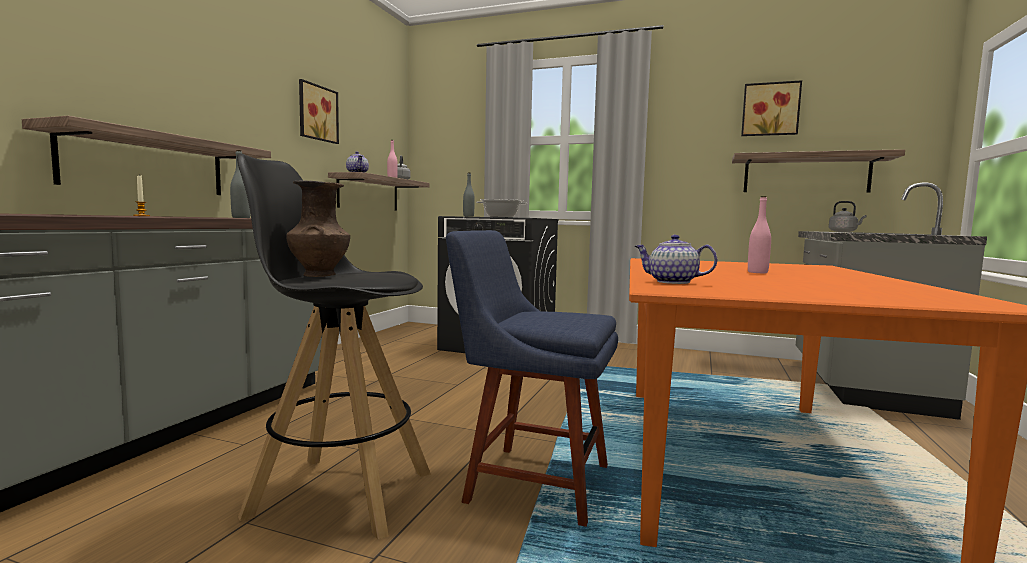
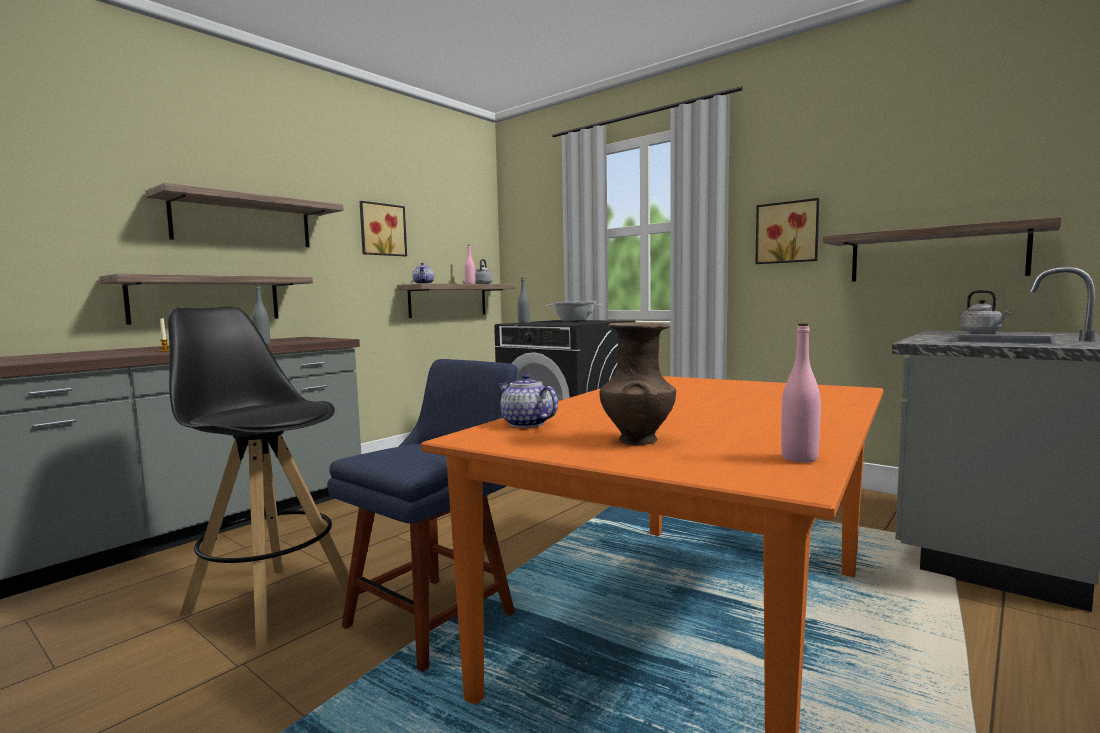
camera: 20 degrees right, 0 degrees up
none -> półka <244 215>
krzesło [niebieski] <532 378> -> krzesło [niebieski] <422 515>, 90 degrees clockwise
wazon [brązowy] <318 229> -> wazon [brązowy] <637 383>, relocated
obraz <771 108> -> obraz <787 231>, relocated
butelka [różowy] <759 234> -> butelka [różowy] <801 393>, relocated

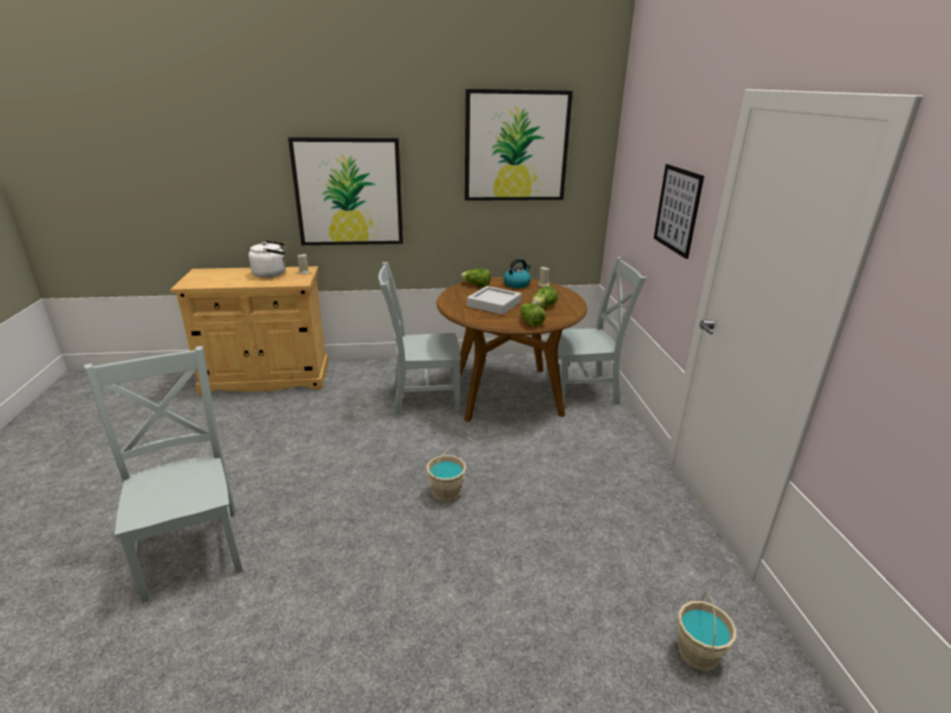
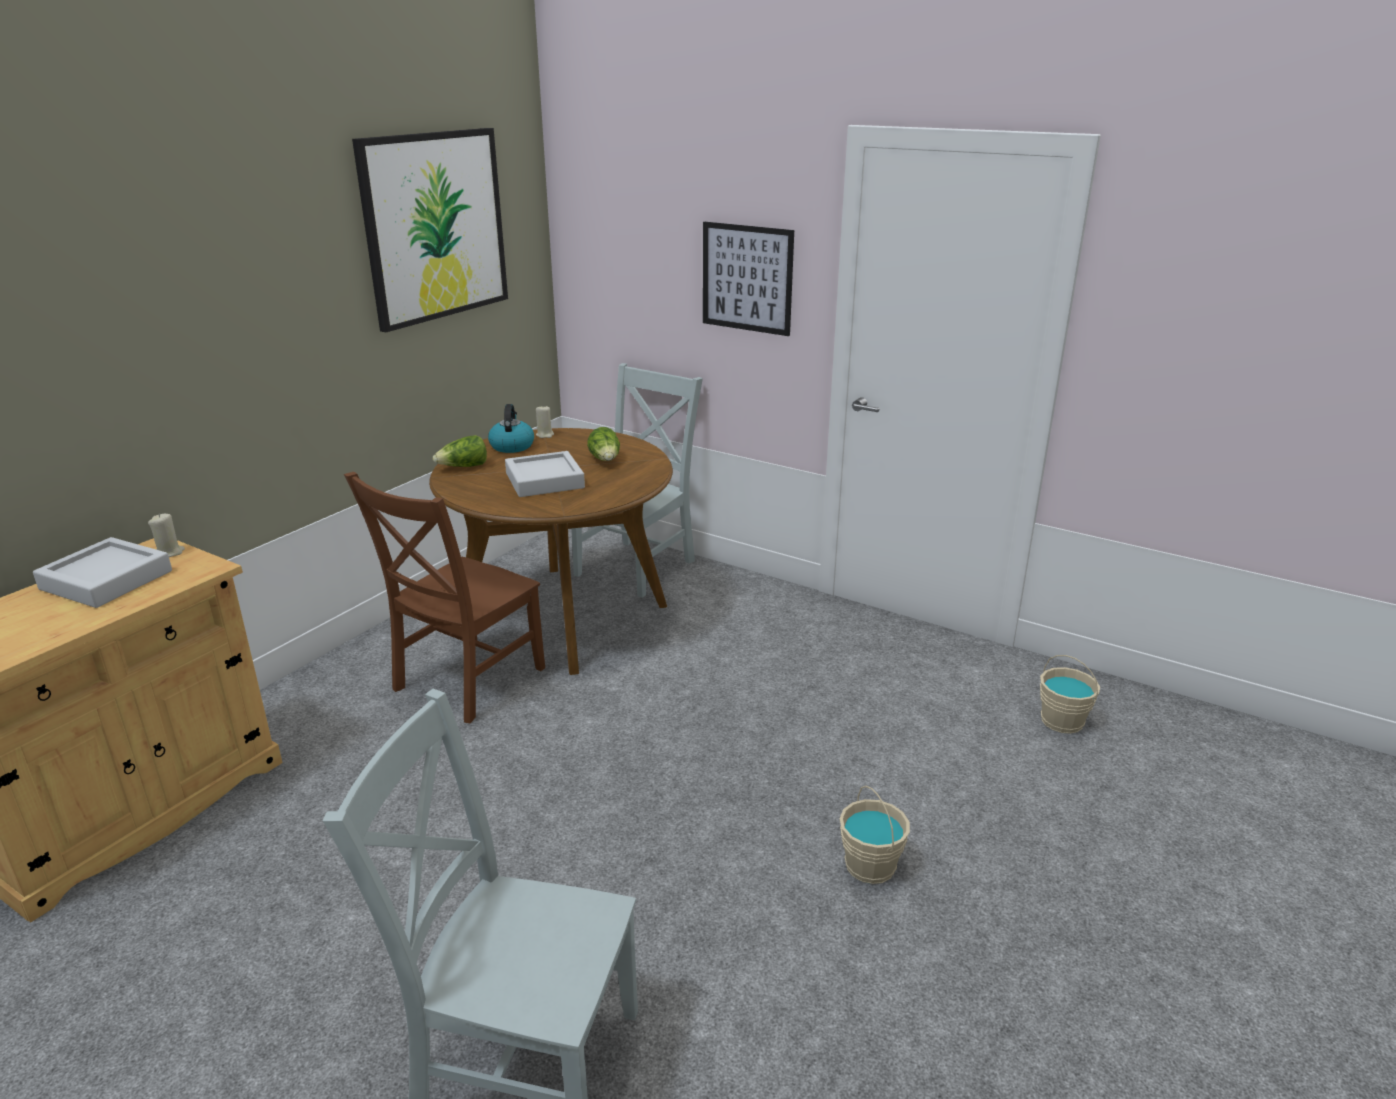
camera: 50 degrees left, 0 degrees up
czajnik [biały] <267 259> -> taca [szary] <102 572>
krzesło [szary] <419 338> -> krzesło [brązowy] <444 597>
wiadro [beżowy] <446 474> -> wiadro [beżowy] <874 835>, relocated
obraz <345 191> -> none
sałata <533 315> -> none

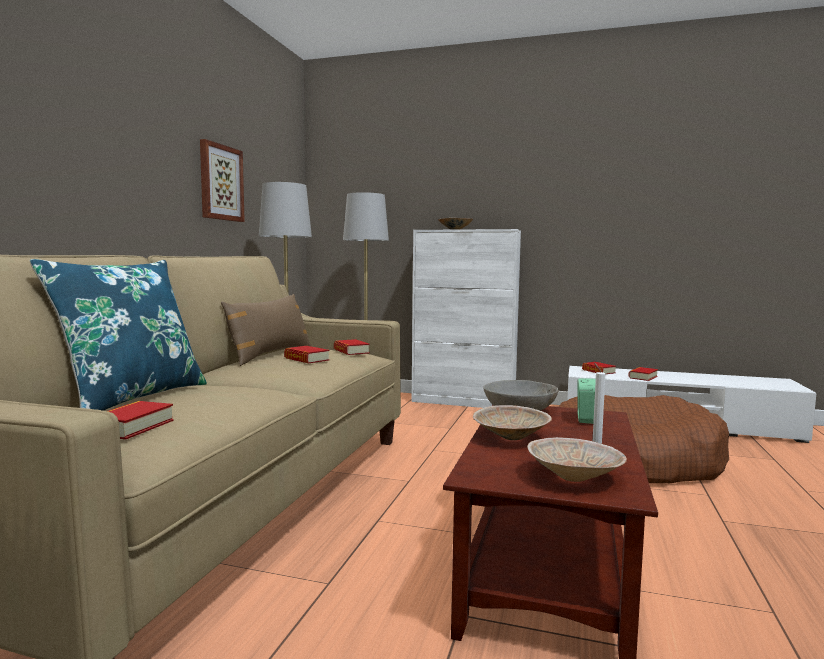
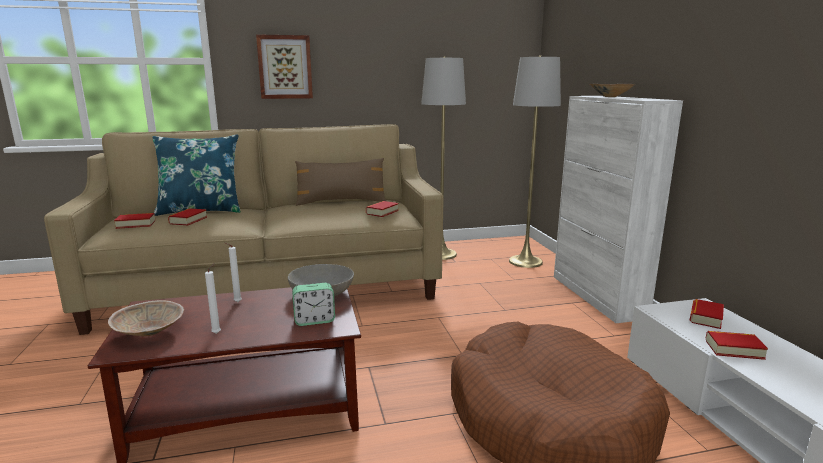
camera: 60 degrees right, 10 degrees up
książka <306 354> -> książka <187 216>, relocated
miska [beżowy] <512 422> -> świeca [biały] <233 272>
obraz <222 180> -> obraz <284 66>, relocated

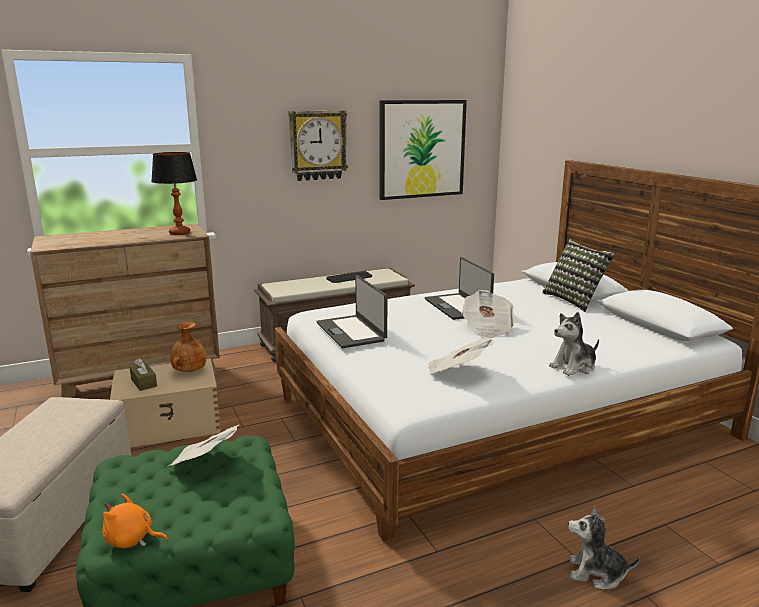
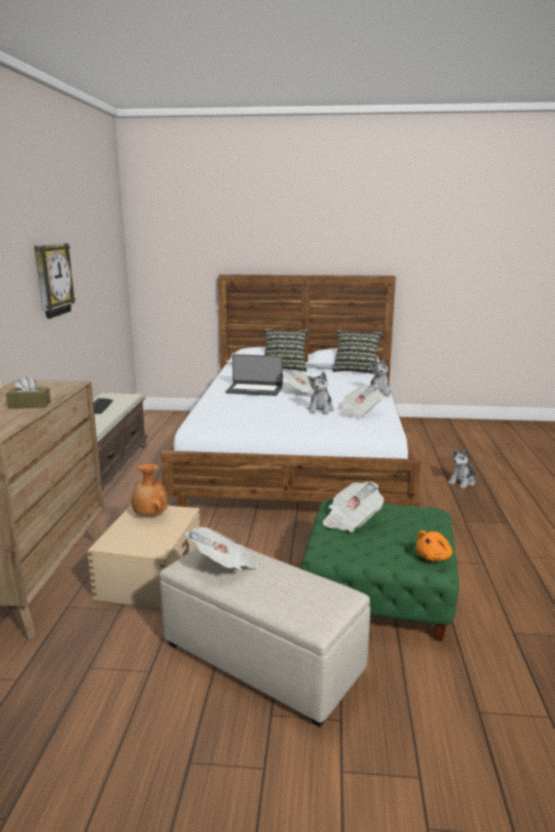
camera: 60 degrees left, 0 degrees up
pudełko chusteczek [brązowy] <143 374> -> pudełko chusteczek [brązowy] <28 392>, relocated
none -> gazeta <222 548>
none -> pluszak <321 393>
none -> poduszka <357 352>
lampa stołowa <174 193> -> none
laptop <351 311> -> none
obraz <423 150> -> none

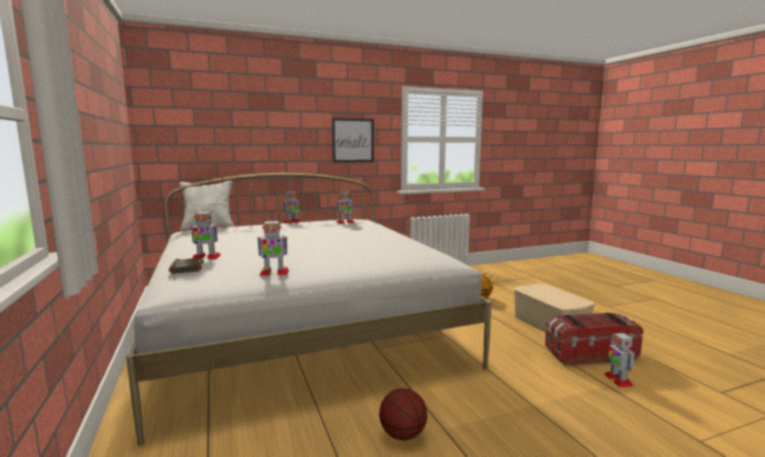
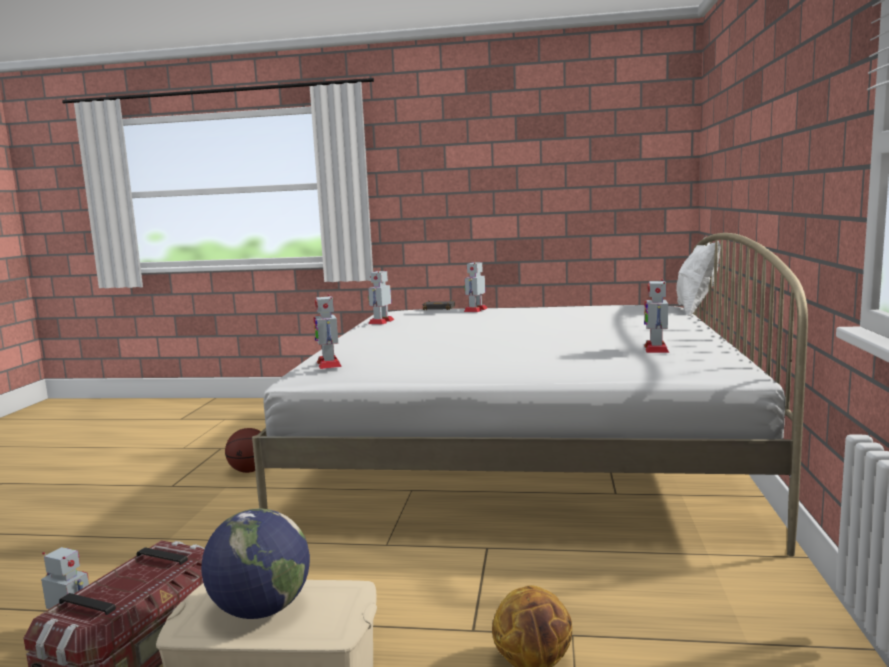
camera: 120 degrees right, 0 degrees up
none -> globus <255 563>
robot zabawkowy <292 207> -> robot zabawkowy <327 331>, relocated
obraz <353 140> -> none

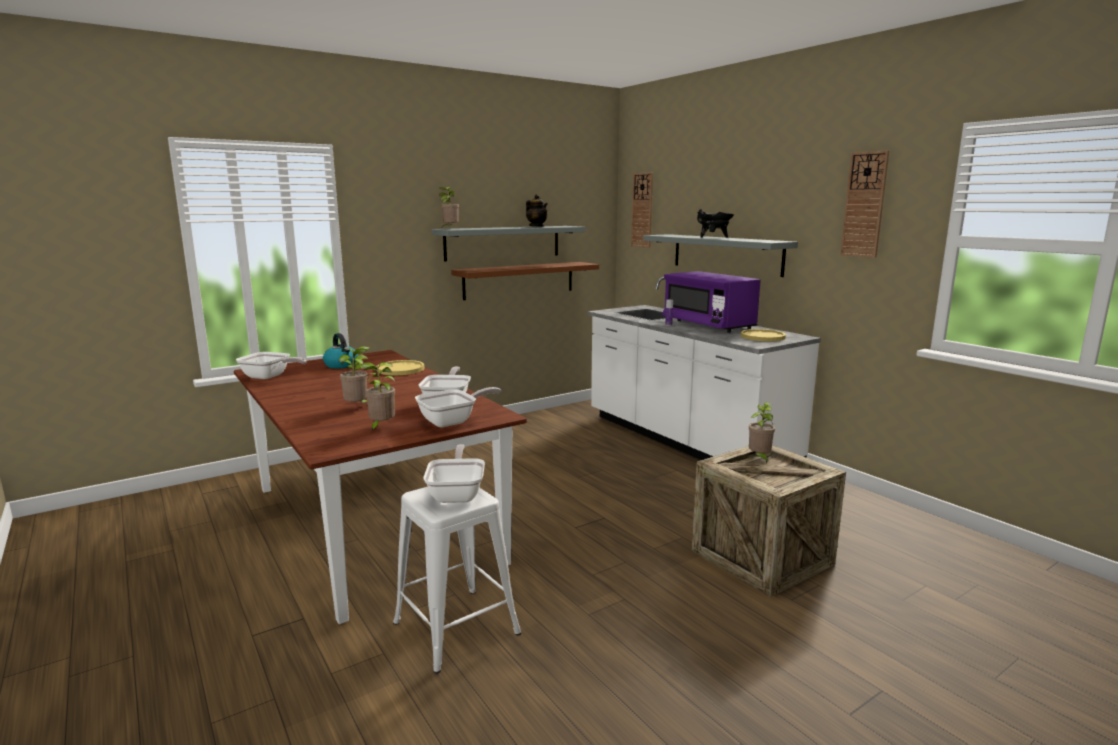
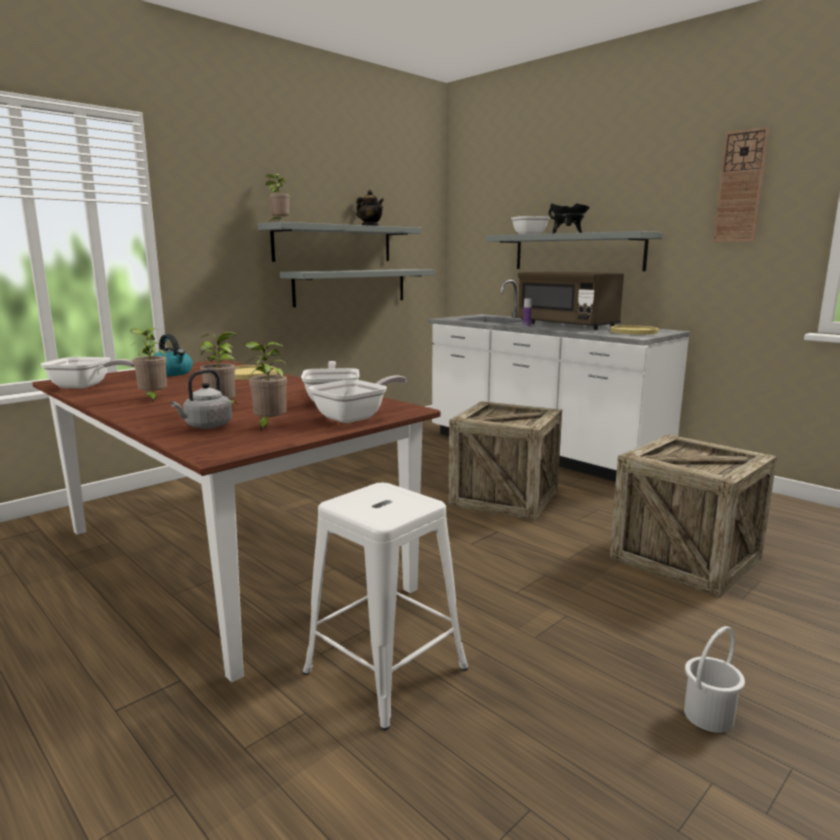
camera: 10 degrees left, 0 degrees up
roślina doniczkowa <762 433> -> roślina doniczkowa <148 365>, relocated
none -> czajnik [szary] <201 399>
półka [brązowy] <525 281> -> półka [szary] <357 288>
none -> skrzynka <505 461>
patelnia <454 473> -> patelnia <530 225>, relocated
mikrofalówka [fioletowy] <712 302> -> mikrofalówka [brązowy] <570 300>
none -> wiadro [biały] <714 679>
zegar ścienny <642 210> -> none

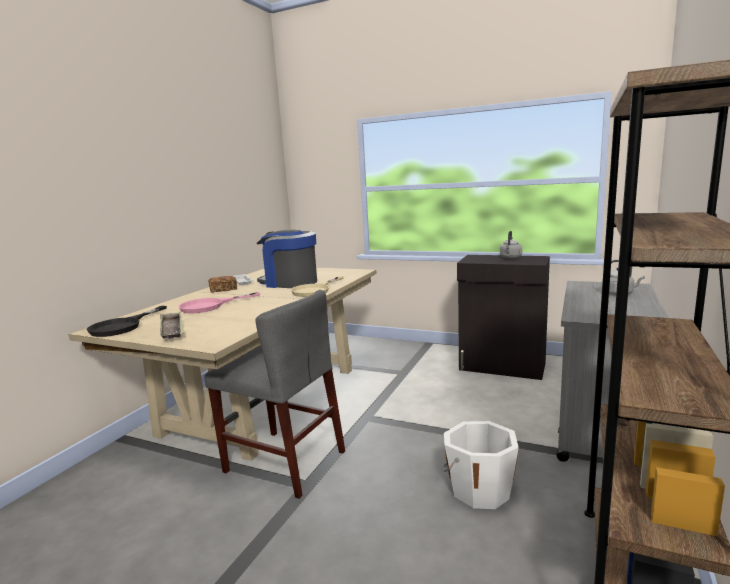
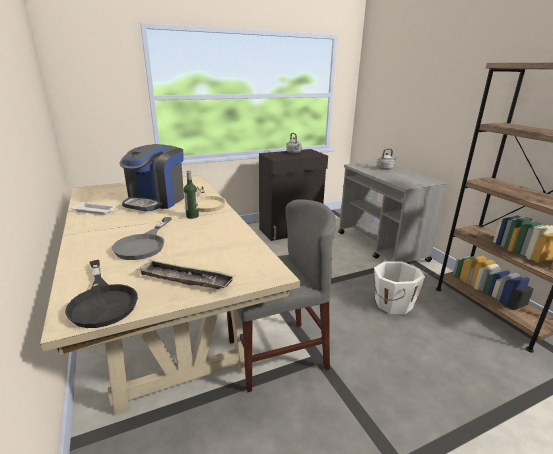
camera: 50 degrees left, 10 degrees up
patelnia [różowy] <219 302> -> patelnia [szary] <142 238>
ekspres do kawy <287 259> -> ekspres do kawy <151 178>, 45 degrees counterclockwise
none -> butelka <191 194>
chleb <223 284> -> none

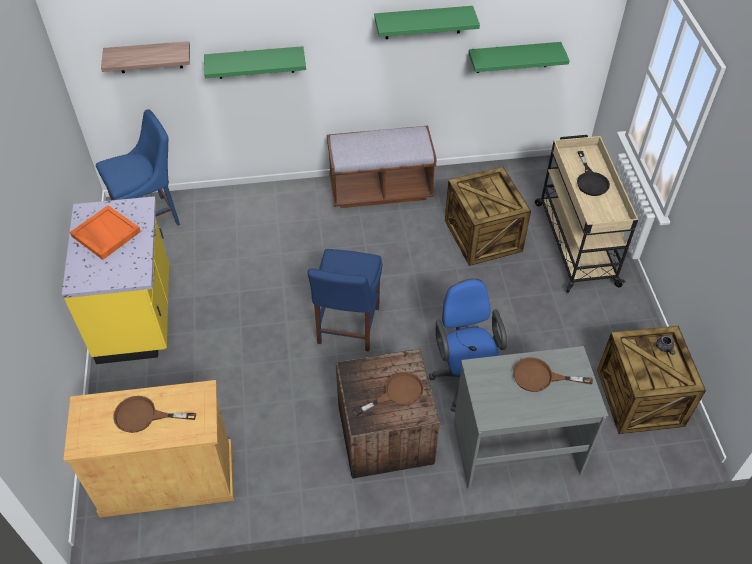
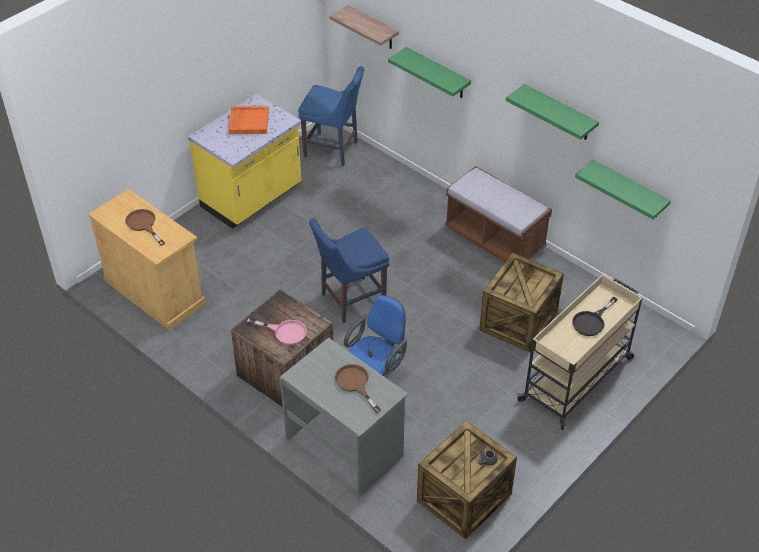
camera: 50 degrees right, 5 degrees down
patelnia [brązowy] <388 394> -> patelnia [różowy] <277 331>

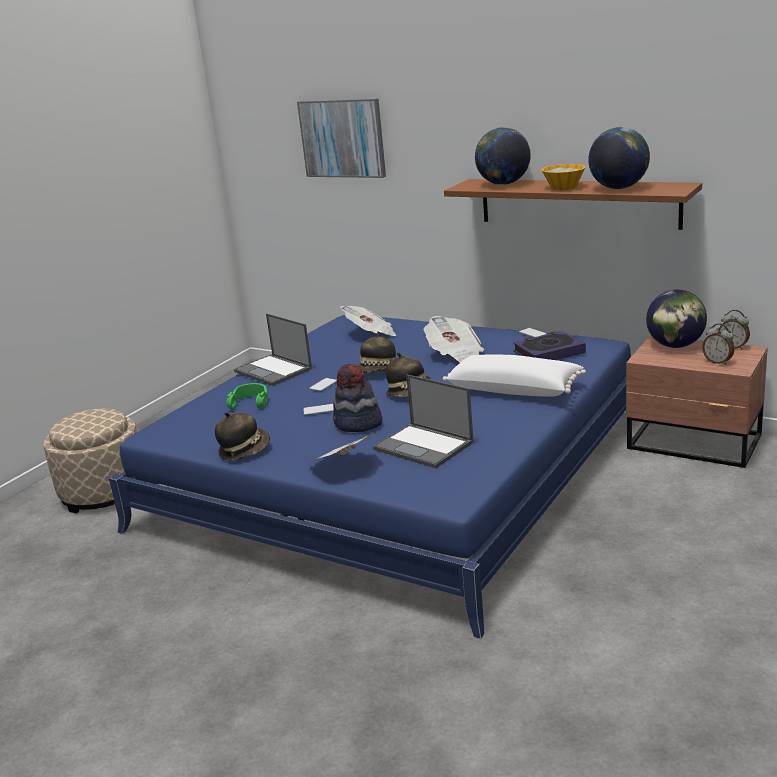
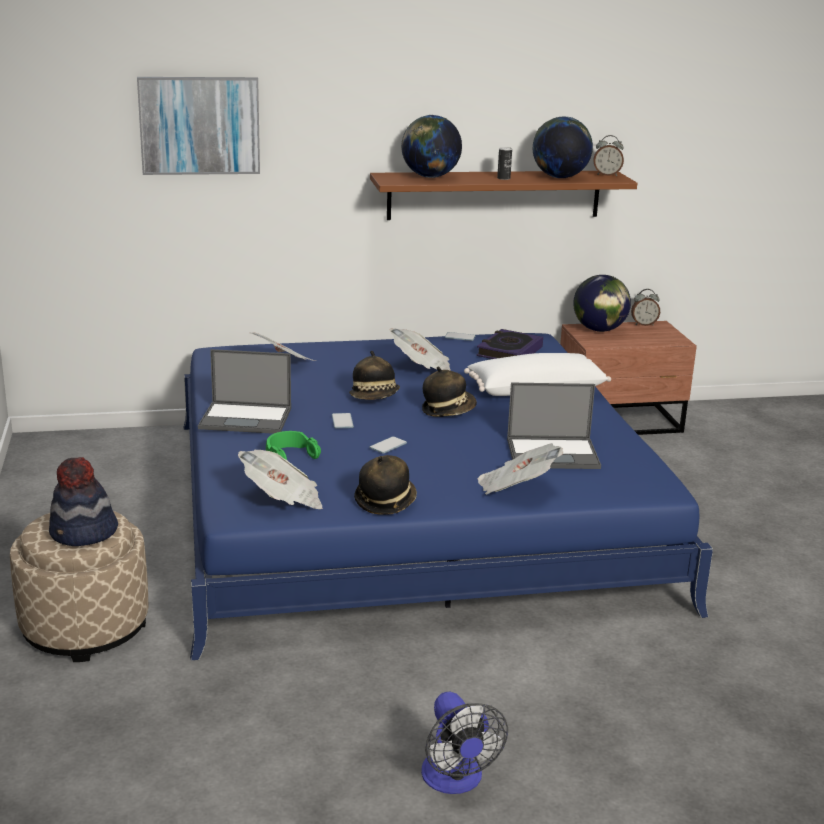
camera: 45 degrees left, 0 degrees up
kapelusz <357 398> -> kapelusz <83 501>, relocated
none -> gazeta <280 479>
none -> wentylator <464 743>
miska <563 177> -> puszka <504 163>
budzik <718 344> -> budzik <608 155>, relocated

